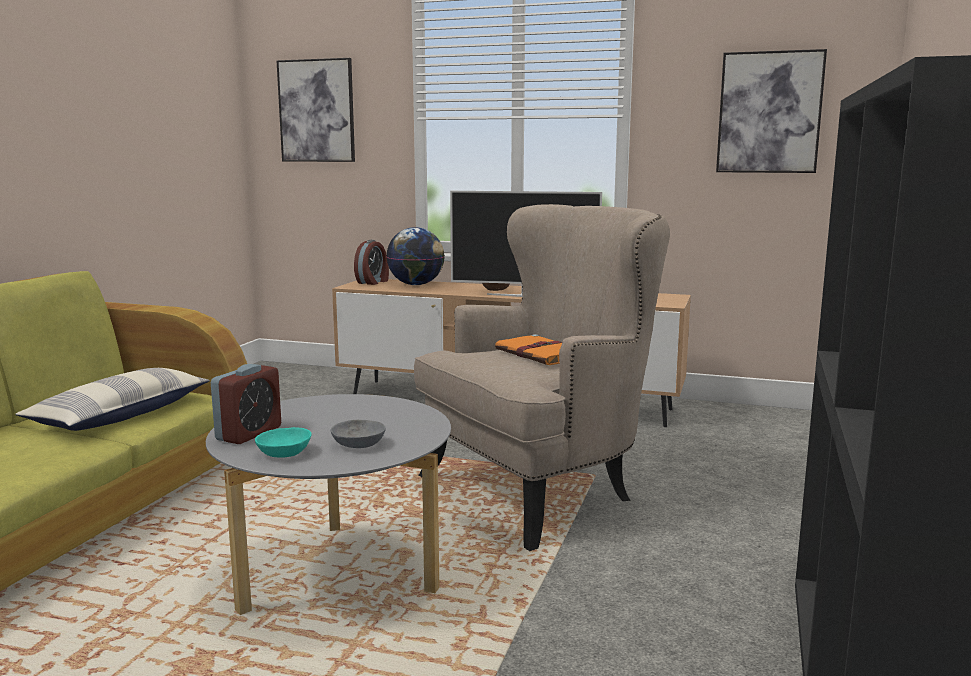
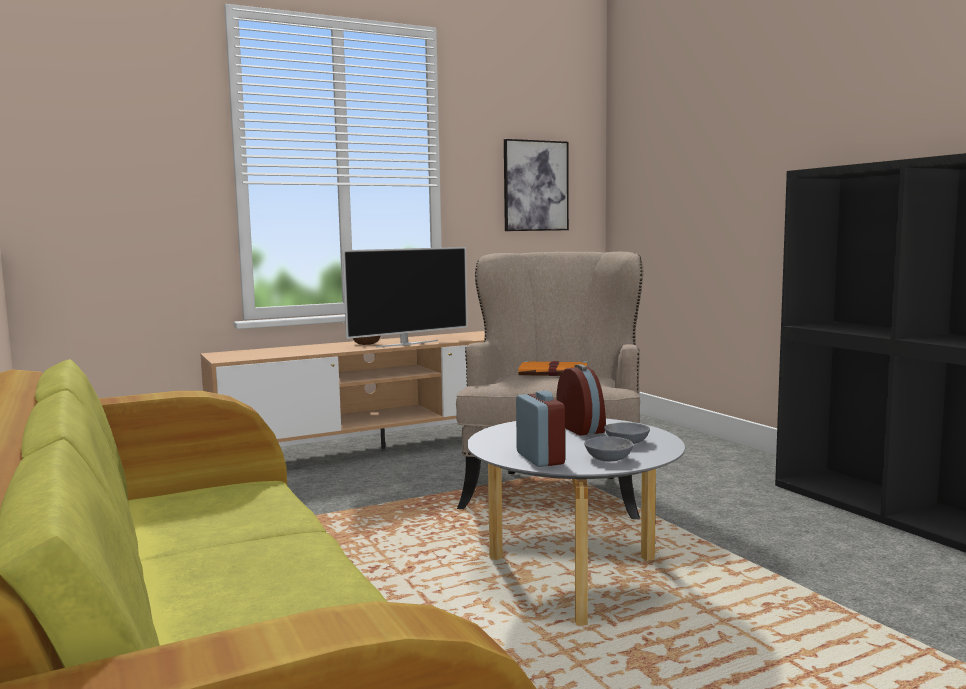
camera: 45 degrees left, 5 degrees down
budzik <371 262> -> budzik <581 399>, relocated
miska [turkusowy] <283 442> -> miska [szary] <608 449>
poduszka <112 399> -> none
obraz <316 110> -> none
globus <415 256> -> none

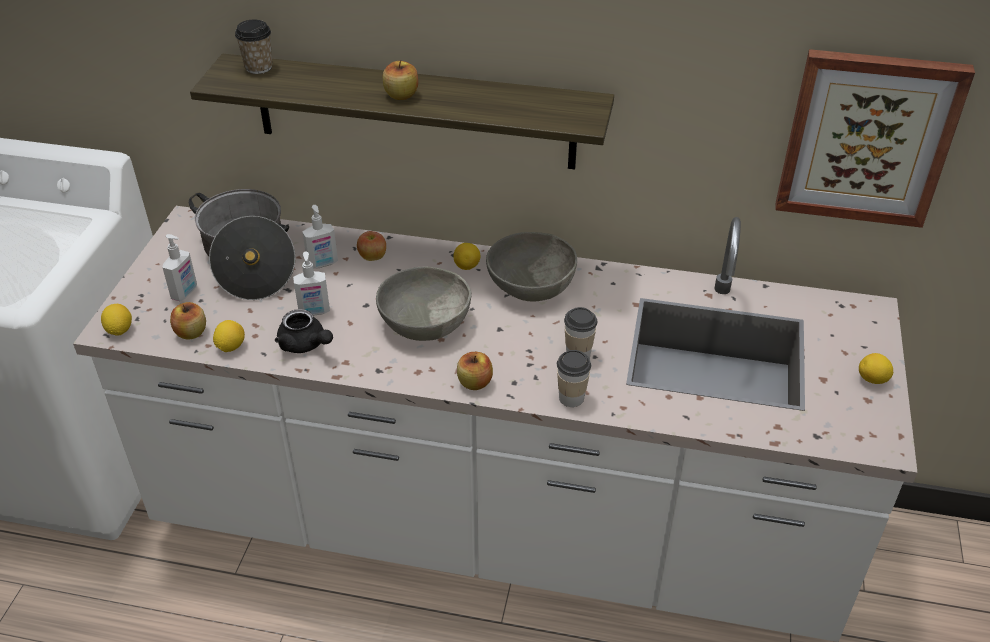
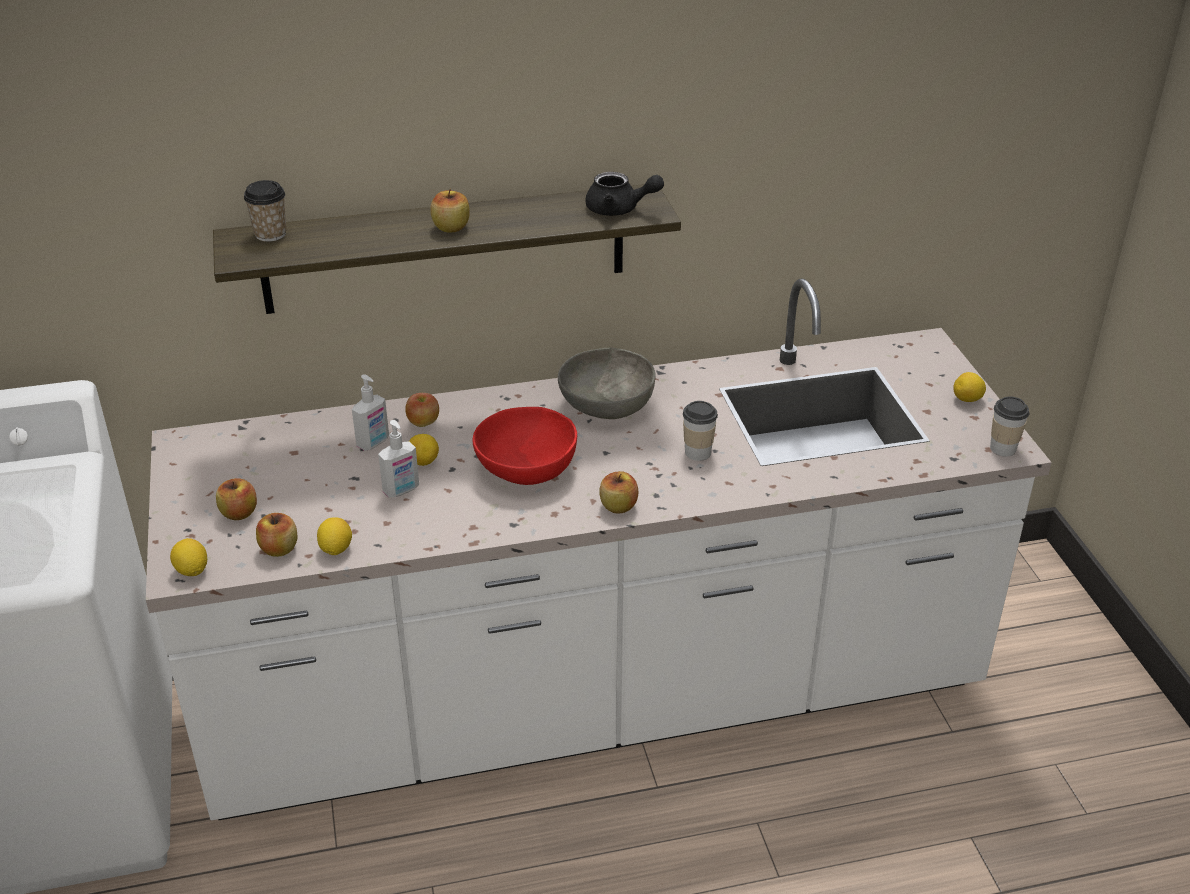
camera: 25 degrees left, 5 degrees down
dozownik mydła <179 267> -> jabłko <236 499>
cytryna <467 256> -> cytryna <424 450>, relocated
miska [szary] <424 303> -> miska [czerwony] <524 446>
imbryk [czarny] <304 331> -> imbryk [czarny] <624 194>, relocated
filiżanka <574 378> -> filiżanka <1010 426>, relocated
garnek <242 244> -> none
obraz <875 138> -> none

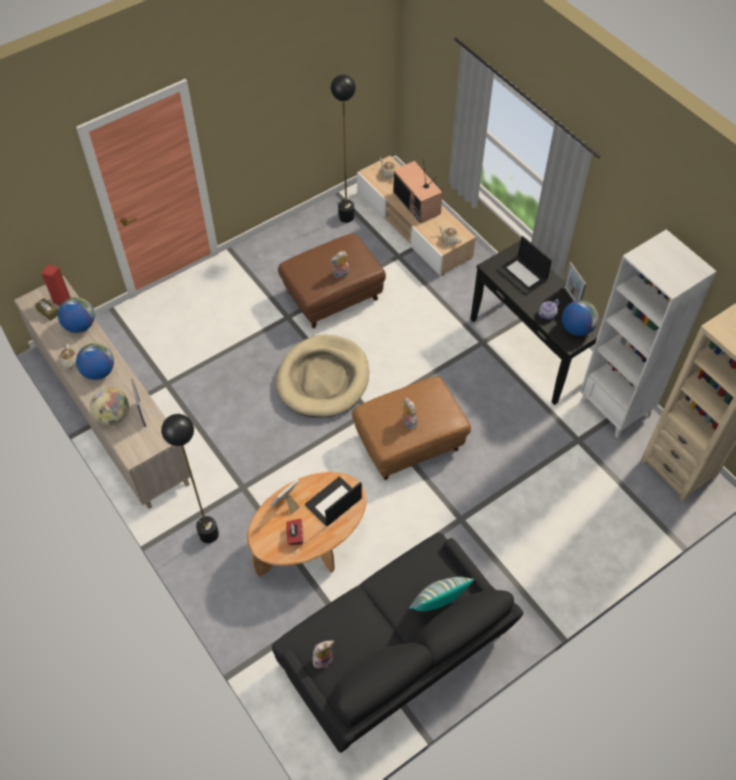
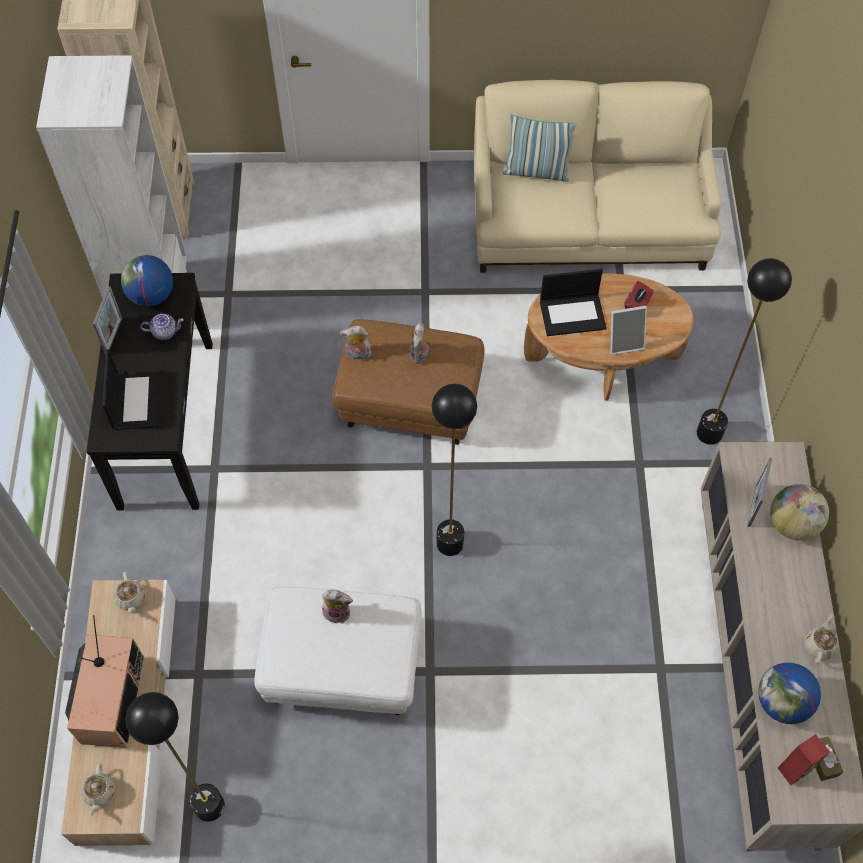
camera: 145 degrees left, 5 degrees up
pufa [brązowy] <332 280> -> pufa [biały] <338 651>
pluszak <323 654> -> pluszak <355 343>, relocated
legowisko [beżowy] <322 376> -> lampa stojąca [czarny] <454 470>
kanapa [czarny] <397 643> -> kanapa [beżowy] <597 176>
globus <95 361> -> none

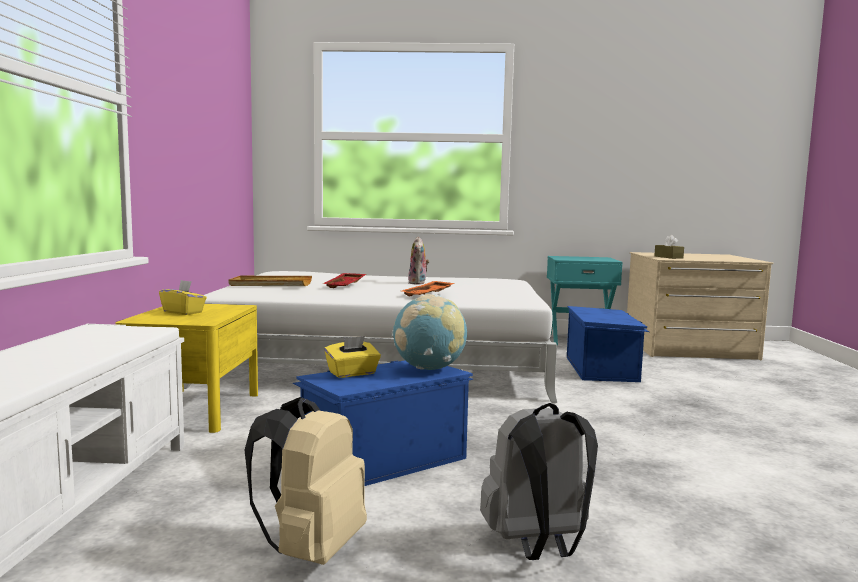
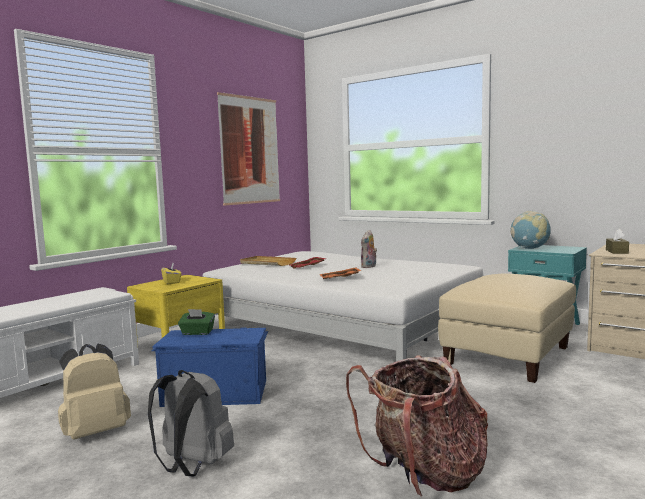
camera: 35 degrees right, 0 degrees up
pudełko chusteczek [żółty] <352 357> -> pudełko chusteczek [zielony] <196 322>
none -> obraz <248 149>
none -> plecak <417 425>
pojemnik do przechowywania [niebieski] <608 344> -> pufa [beżowy] <507 328>
globus <429 332> -> globus <530 230>, relocated

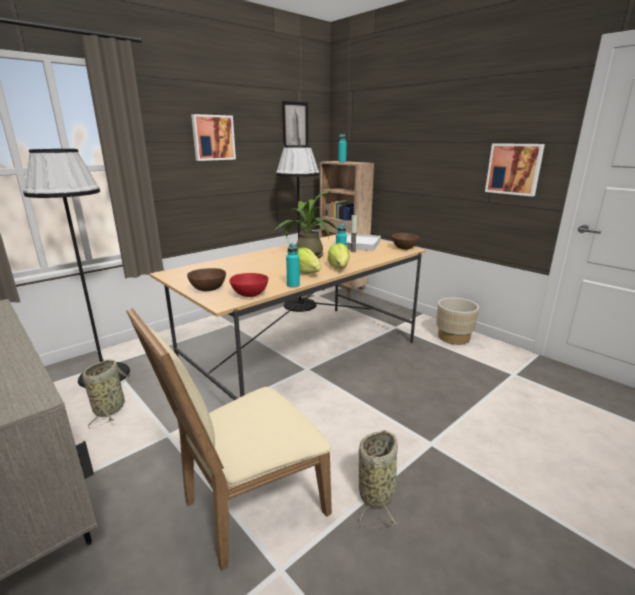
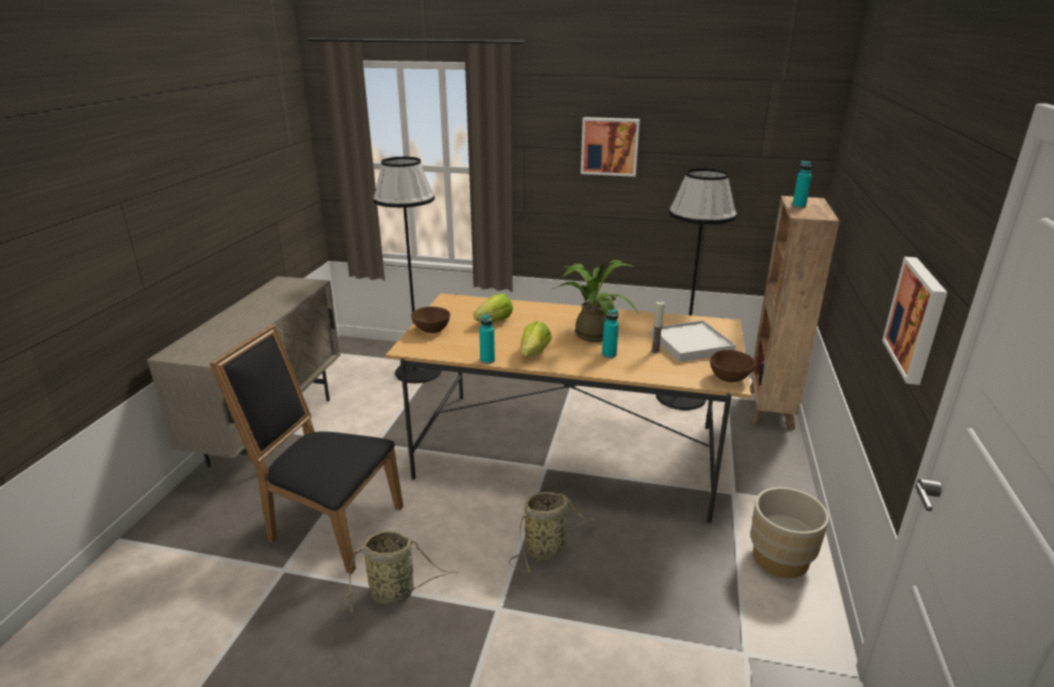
camera: 55 degrees right, 5 degrees up
krzesło [beżowy] <229 439> -> krzesło [czarny] <306 449>
sałata <338 256> -> sałata <493 307>, relocated
koszyk <107 394> -> koszyk <552 532>, relocated
miska [czerwony] <249 285> -> none
obraz <295 124> -> none

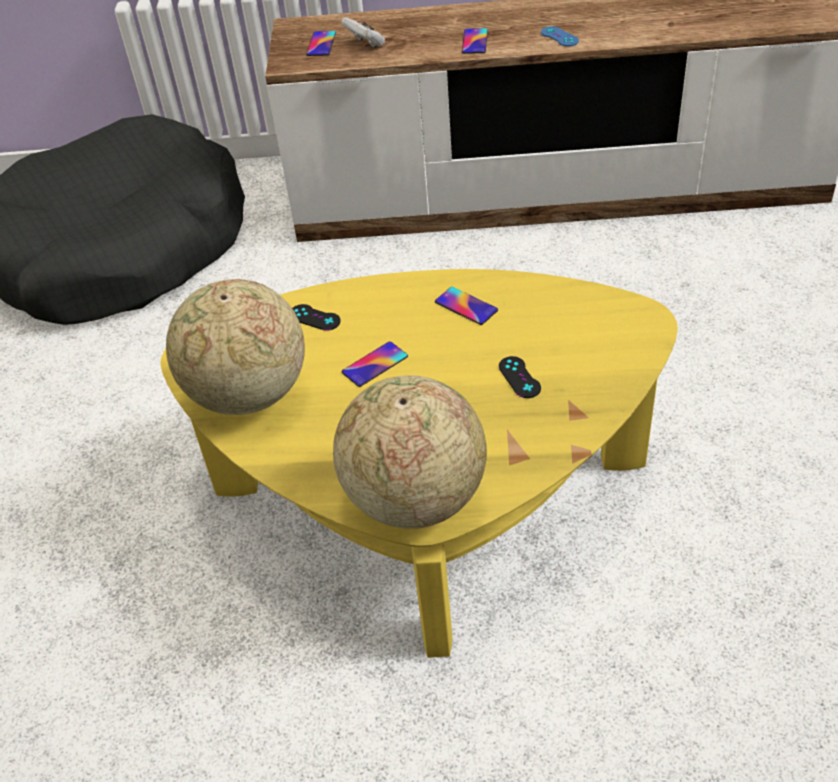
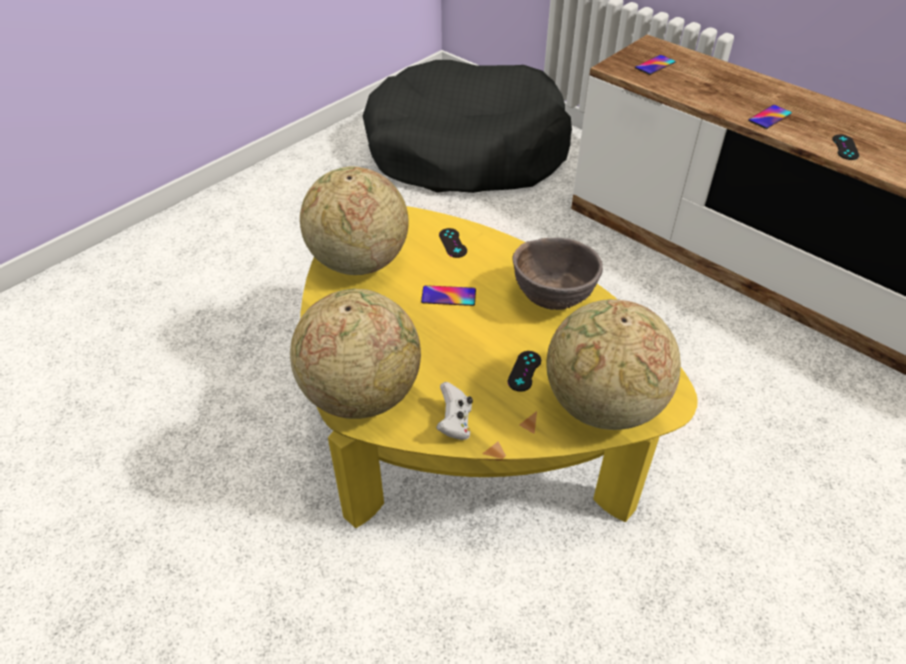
camera: 40 degrees right, 0 degrees up
pad do gier [biały] <363 32> -> pad do gier [biały] <454 411>, relocated
telefon <466 306> -> miska [brązowy] <557 274>
none -> globus <613 364>
pad do gier [niebieski] <560 36> -> pad do gier [czarny] <845 147>

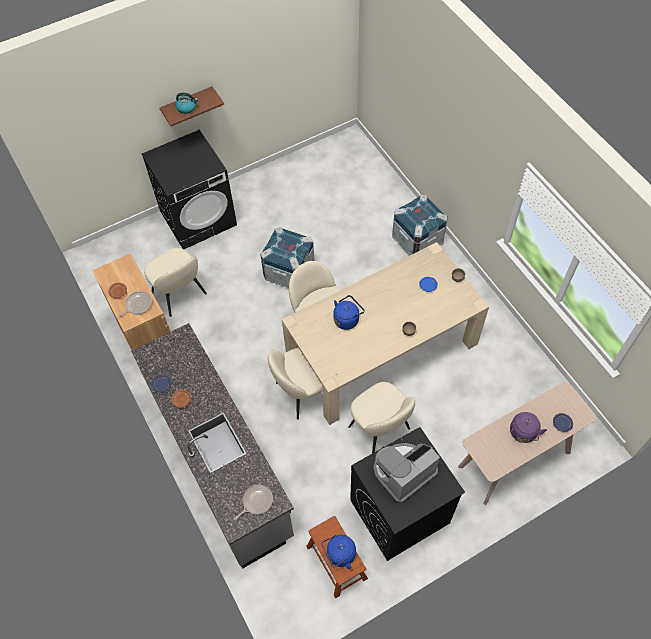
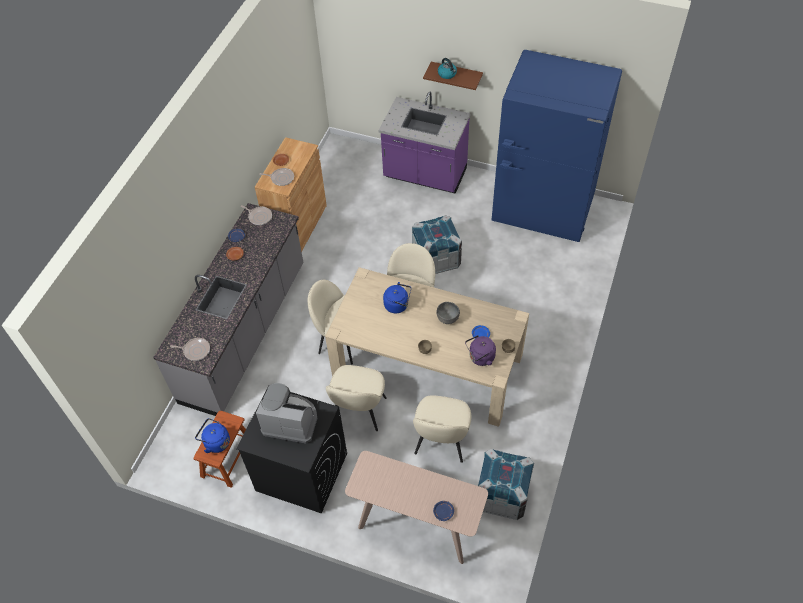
camera: 50 degrees right, 5 degrees down
none -> patelnia <256 215>
pralka [czarny] <189 189> -> zabudowa kuchenna [fioletowy] <425 142>
krzesło [beżowy] <175 282> -> krzesło [beżowy] <442 429>, relocated
none -> miska [szary] <448 313>
czajnik [fioletowy] <528 427> -> czajnik [fioletowy] <480 350>, relocated
skrzynka <420 225> -> skrzynka <506 484>, relocated
none -> lodówka [niebieski] <557 146>

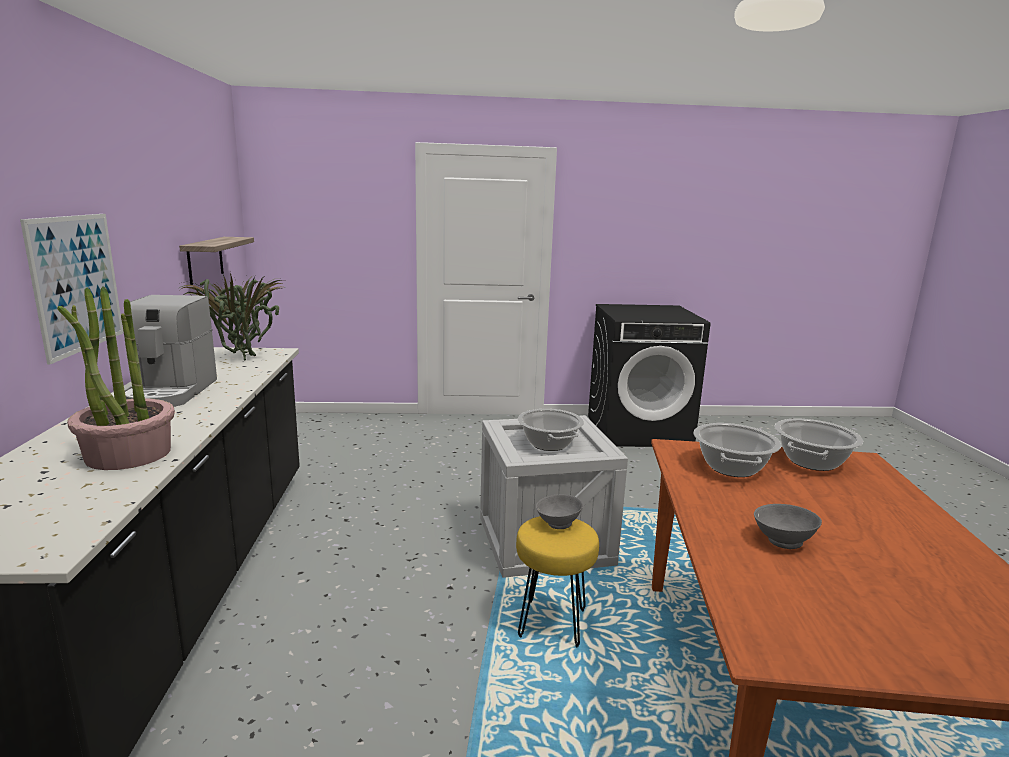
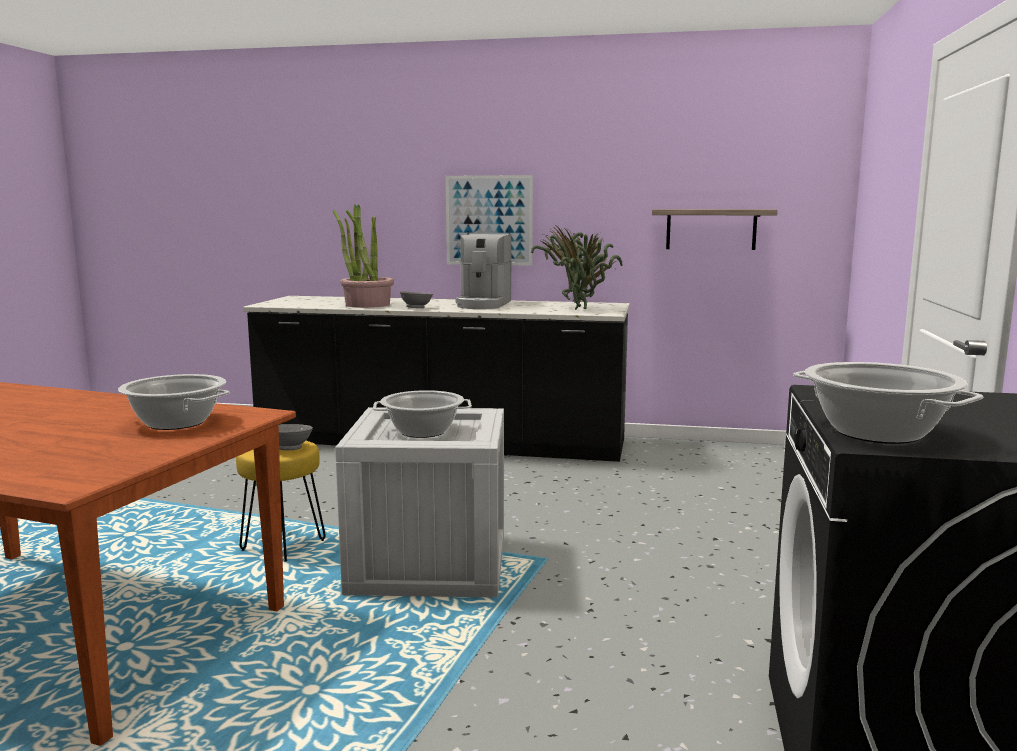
camera: 105 degrees right, 5 degrees down
miska [szary] <788 526> -> miska [szary] <416 299>, relocated
ekspres do kawy <171 351> -> ekspres do kawy <484 271>, 90 degrees counterclockwise
garnek <819 444> -> garnek <888 403>, relocated

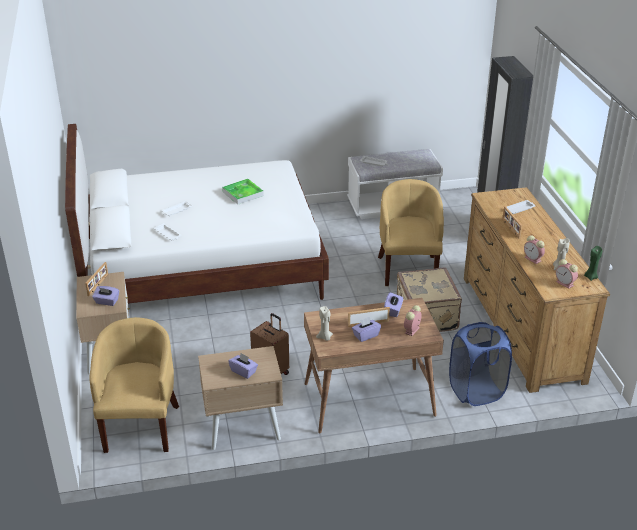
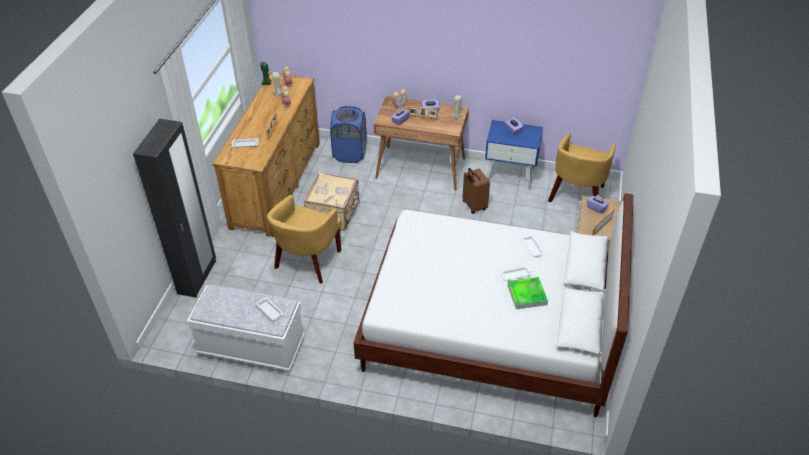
camera: 155 degrees left, 10 degrees up
szafka nocna [beżowy] <240 398> -> szafka nocna [niebieski] <514 155>
taca <243 191> -> taca <527 293>, relocated

